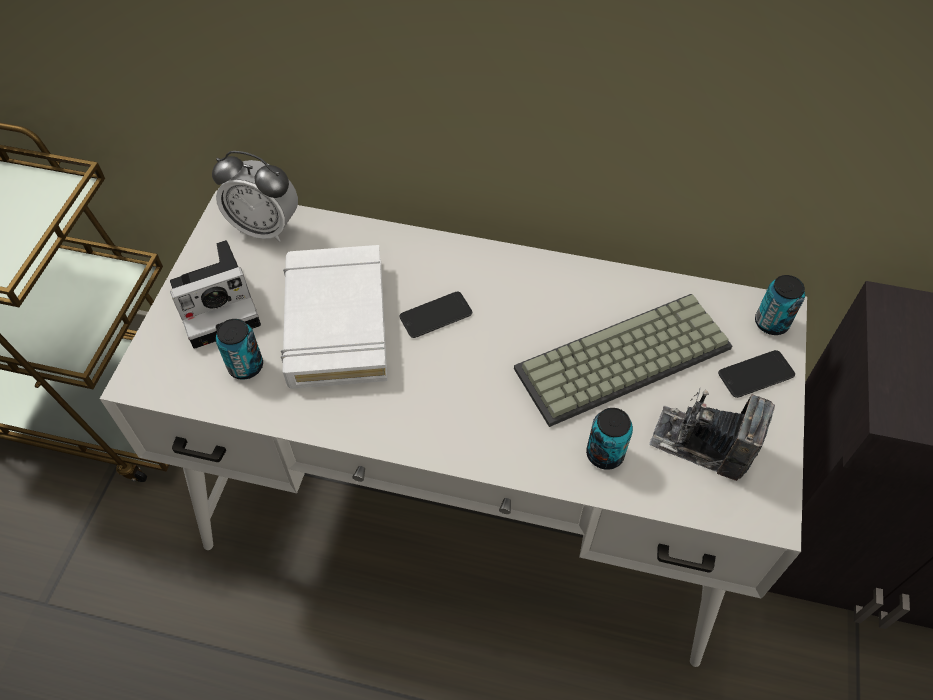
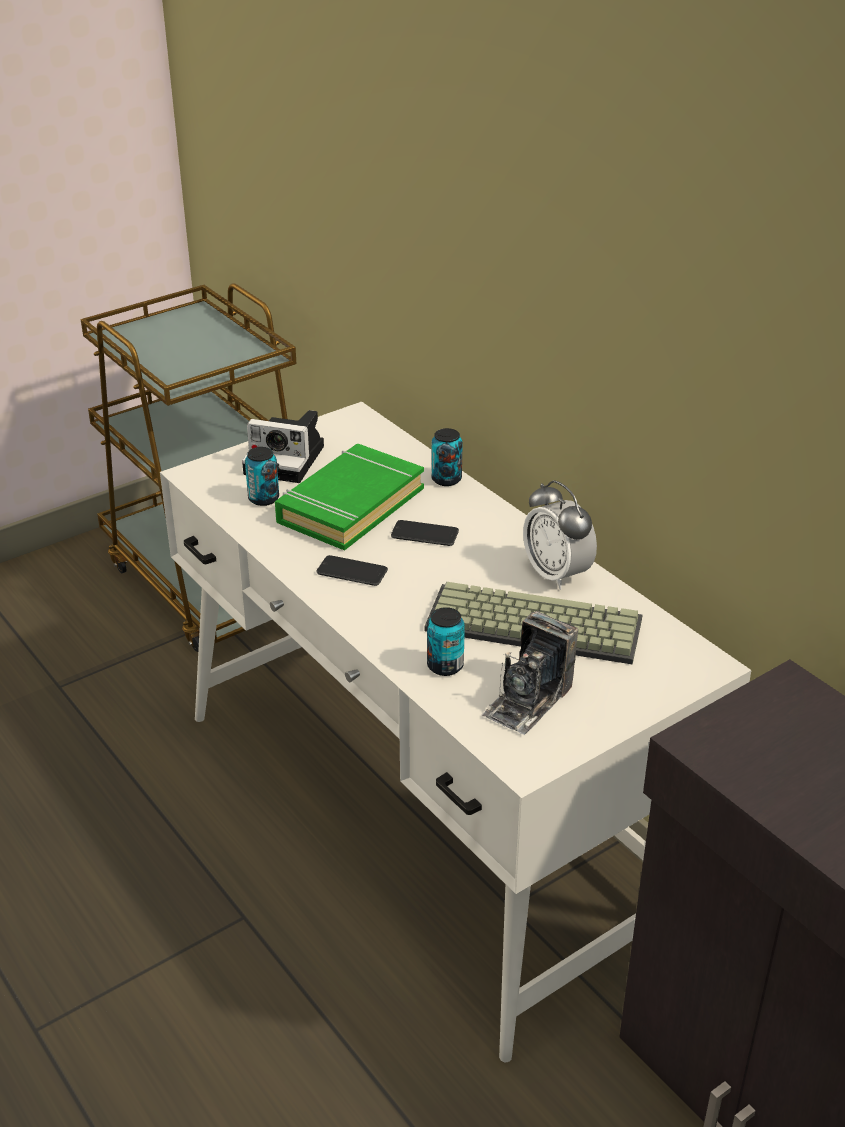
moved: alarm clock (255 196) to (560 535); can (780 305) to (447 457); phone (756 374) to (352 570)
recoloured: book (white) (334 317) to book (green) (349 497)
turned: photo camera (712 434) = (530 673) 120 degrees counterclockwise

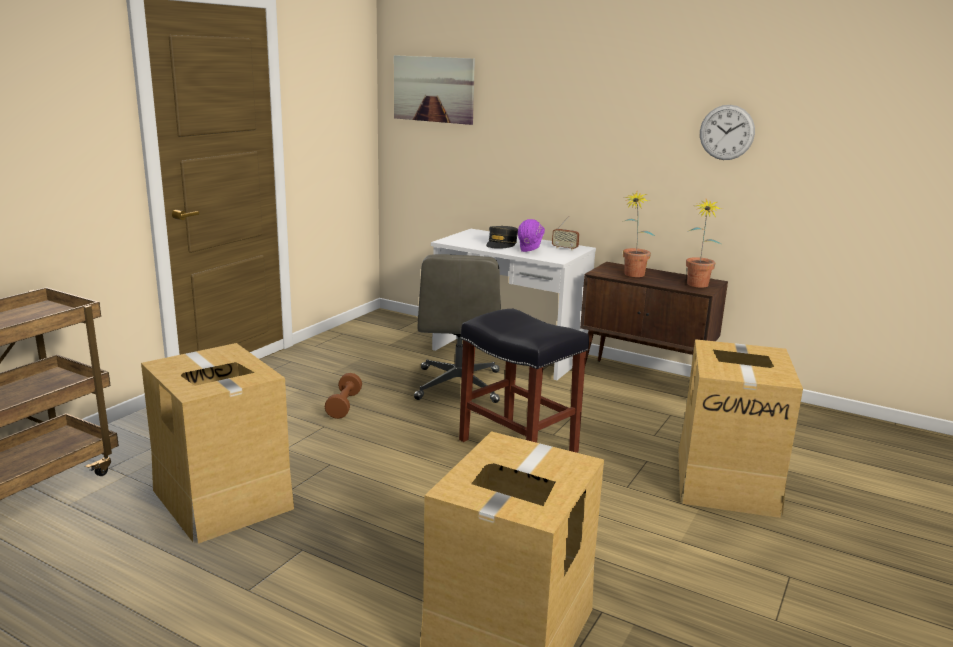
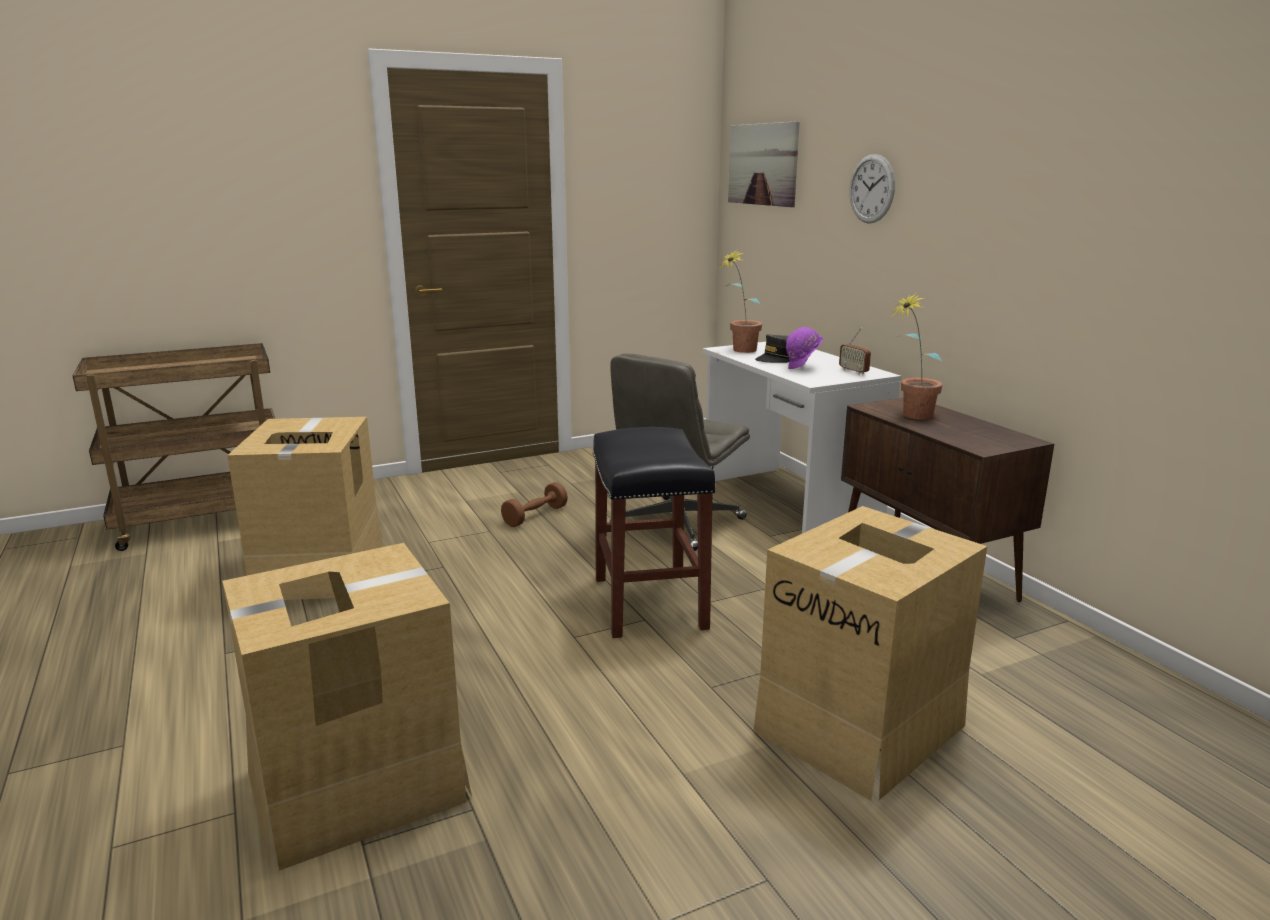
moved: wall clock (727 132) to (872 188); potted plant (704 243) to (741 301)

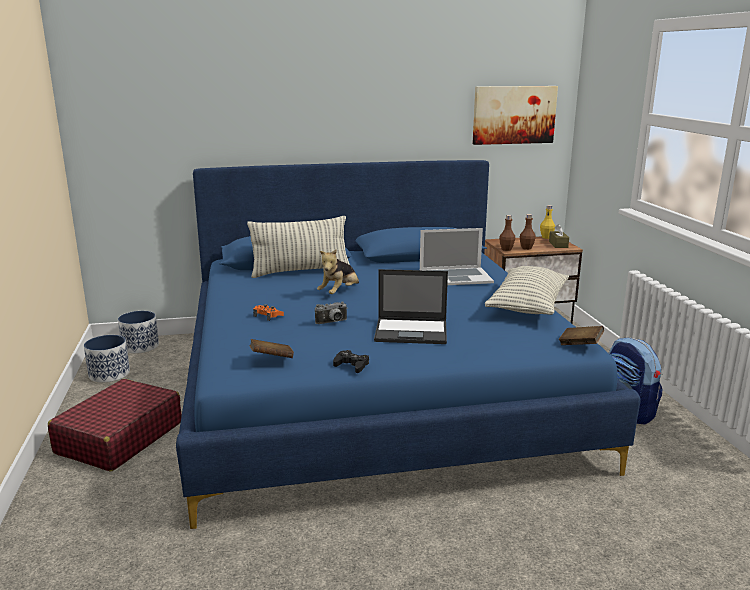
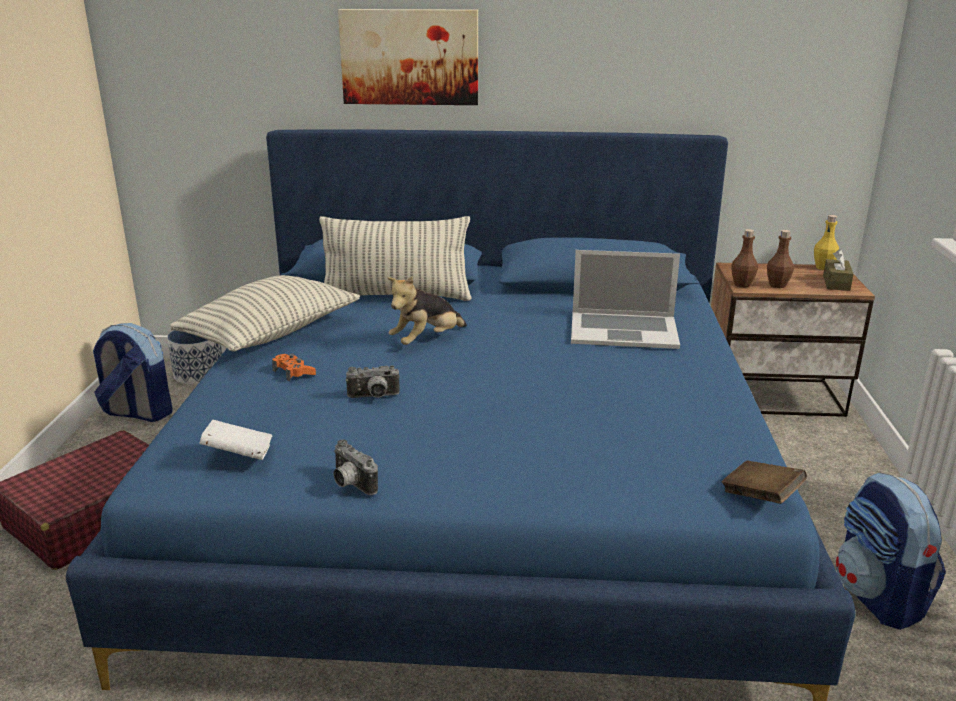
removed: laptop (411 306)
moved: picture (515 115) to (408 57); pillow (527 290) to (265 313)
replaced: planter (107 359) to backpack (133 372); game controller (black) (351 361) to photo camera (355 467)
recoloured: book (brown) (271 348) to book (white) (236 440)

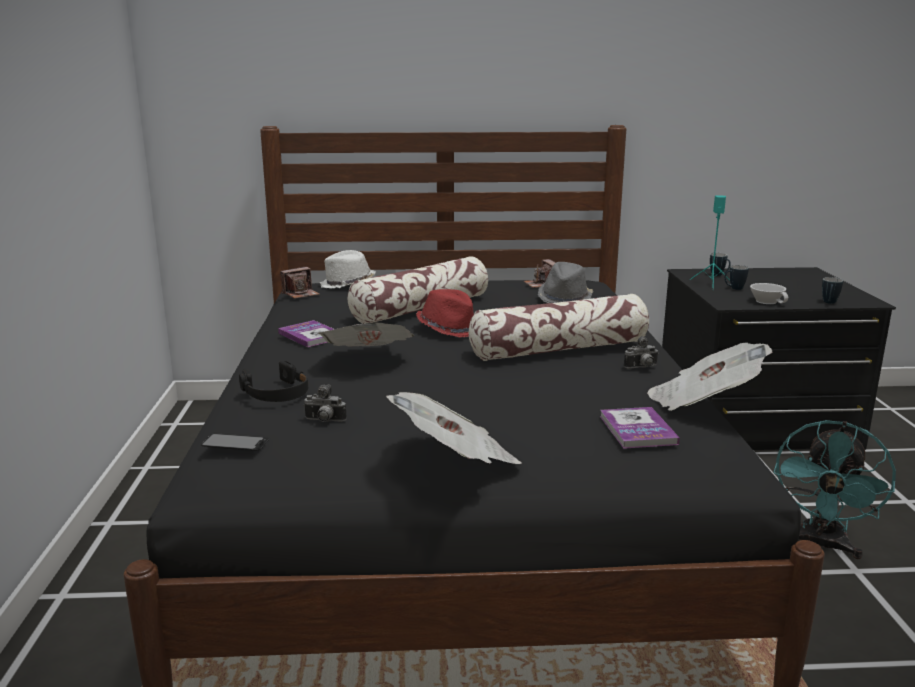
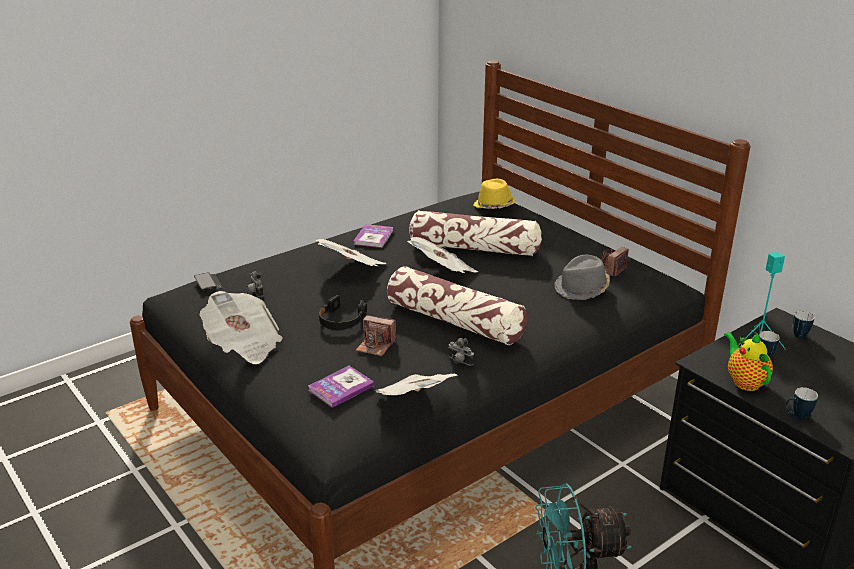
moved: photo camera (300 283) to (376 335); headphones (black) (273 381) to (343 312)
replaced: cup (white) (769 293) to teapot (748 361); hat (red) (445 313) to newspaper (442 255)
recoloured: hat (white) (348 269) to hat (yellow) (494 194)

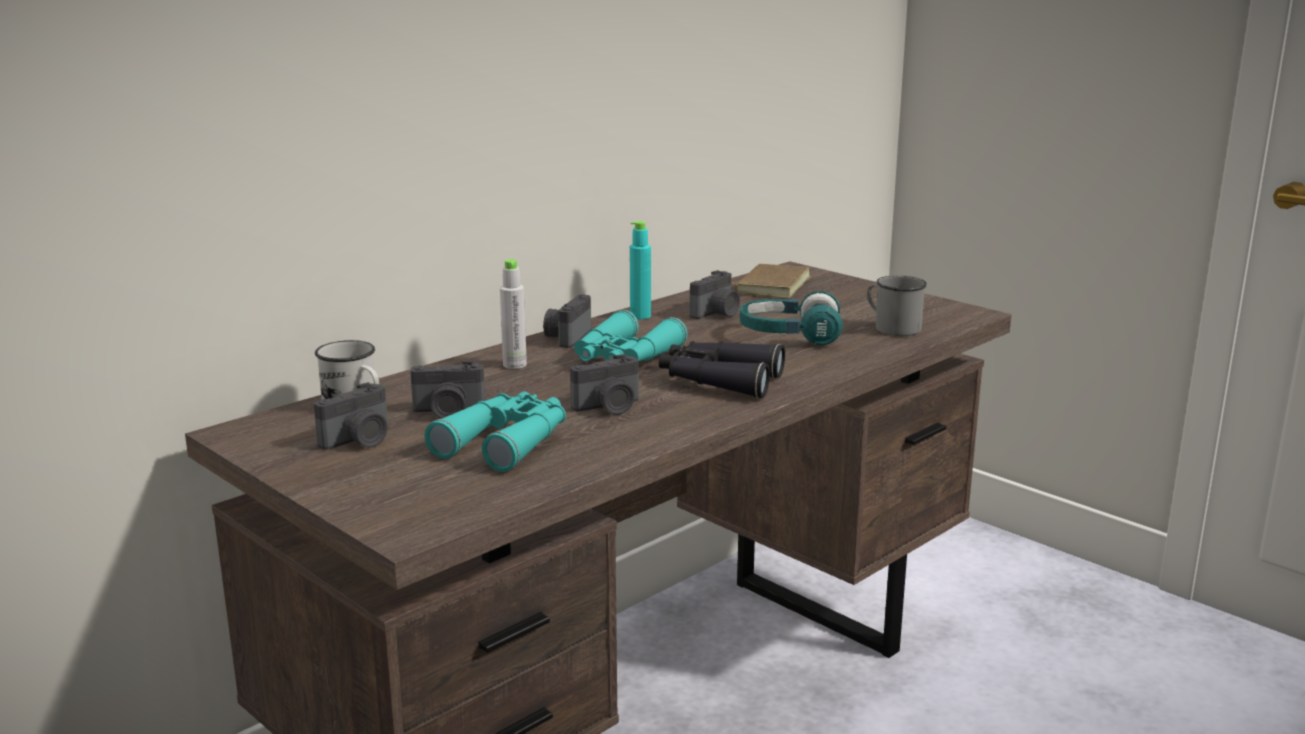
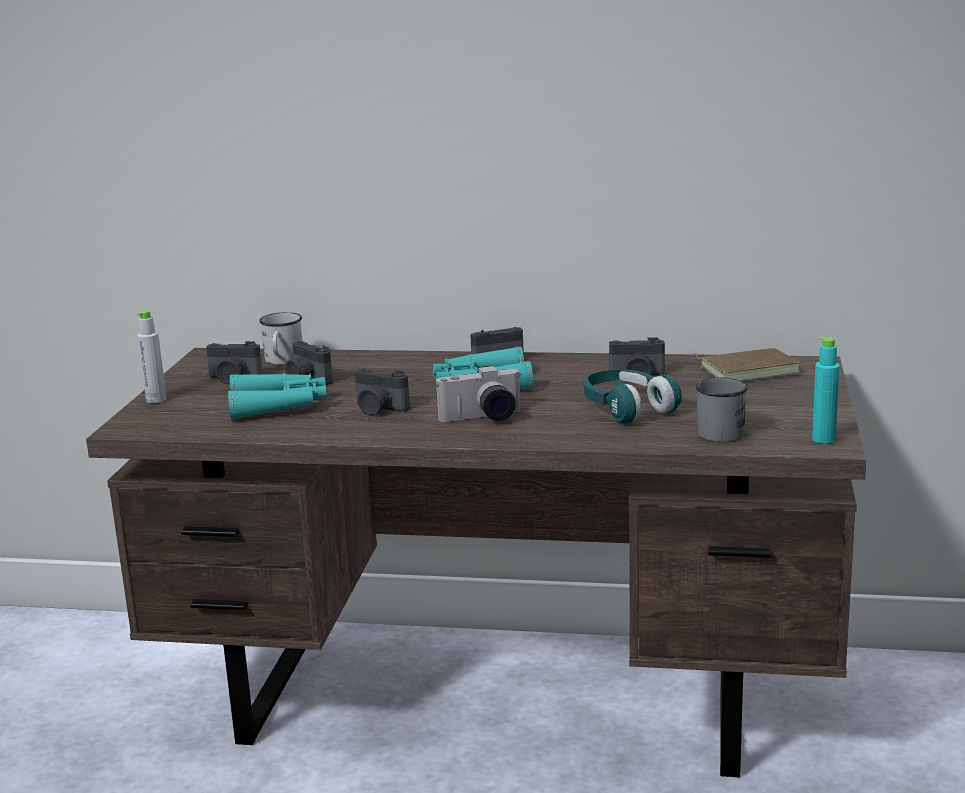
moved: bottle (turquoise) (640 270) to (826 390); bottle (grey) (513 314) to (152 356)
replaced: binoculars (black) (722 369) to photo camera (479 393)

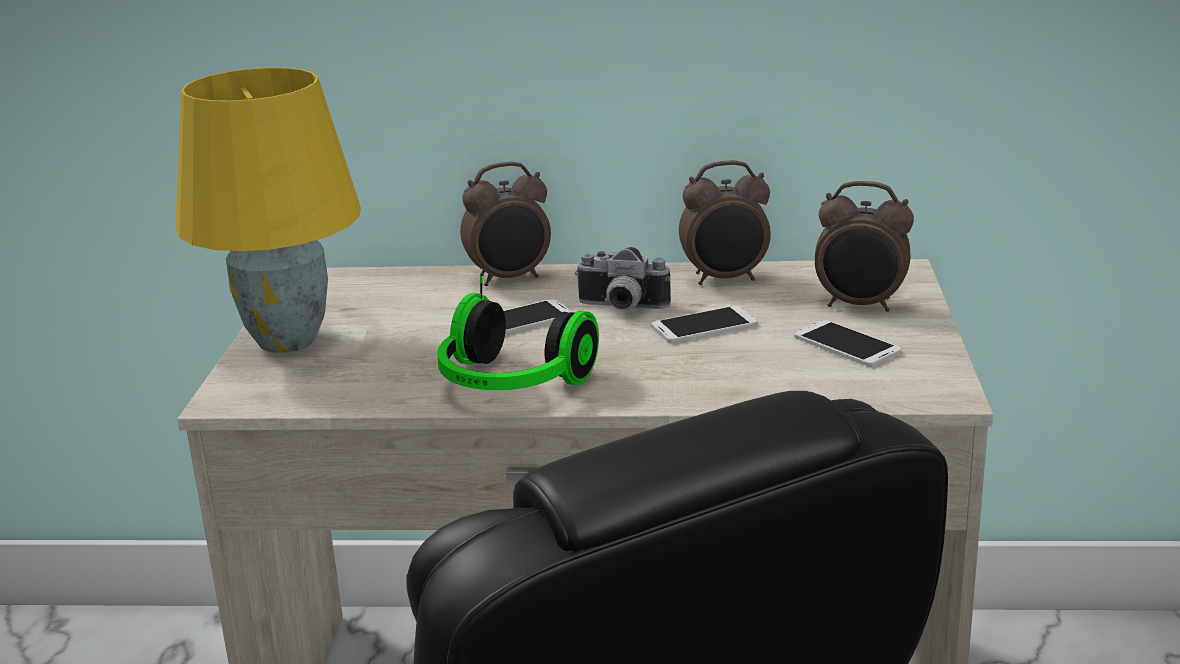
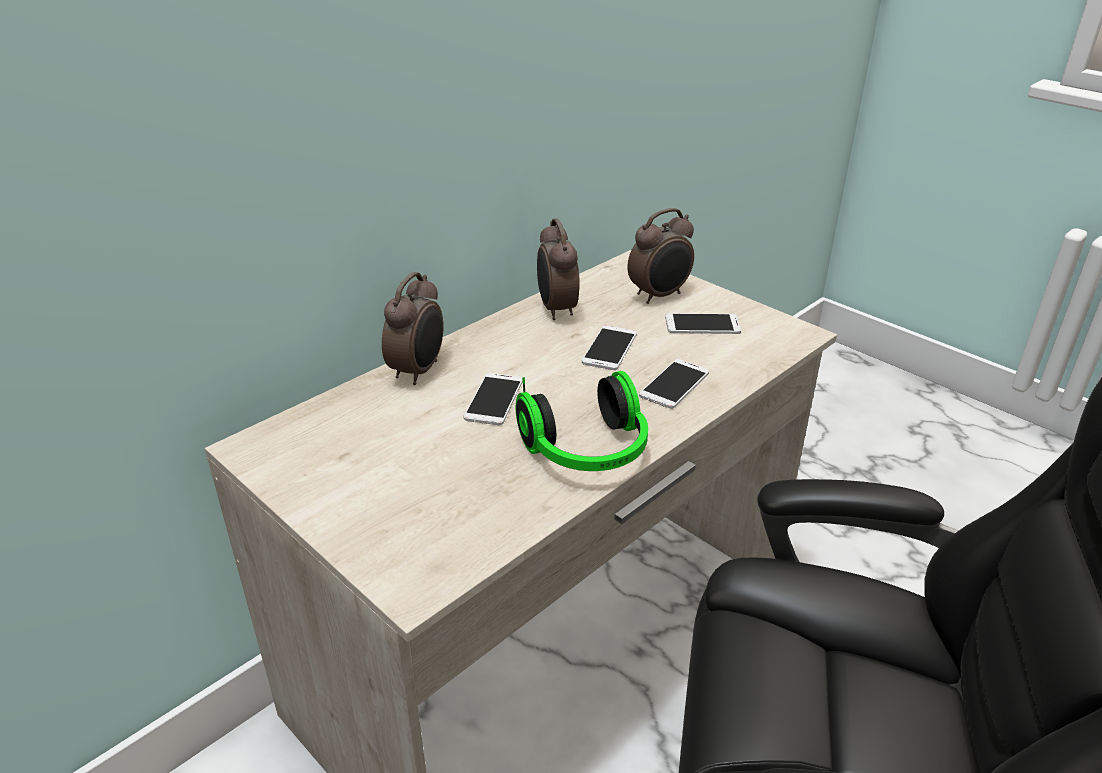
removed: table lamp (yellow) (268 210); photo camera (623 279)
added: phone (674 384)
turned: alarm clock (725 222) = (558 269) 135 degrees clockwise

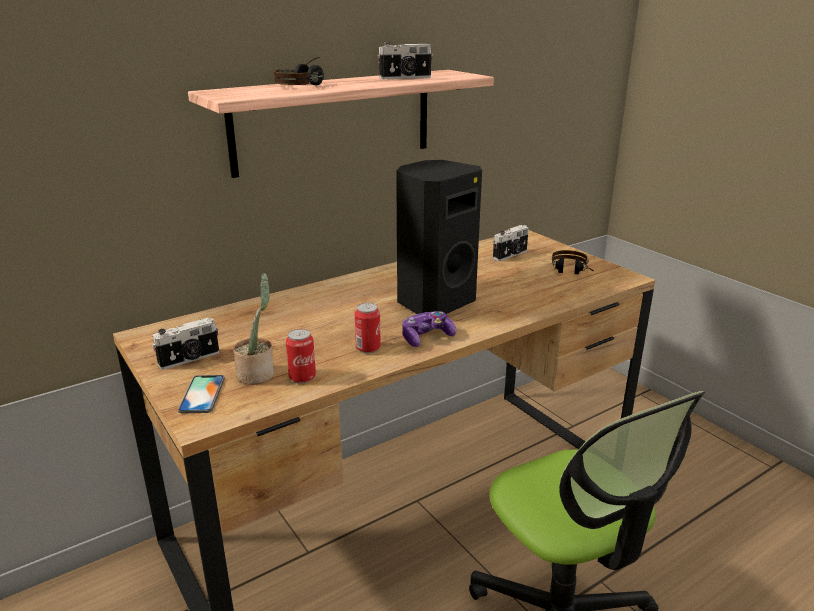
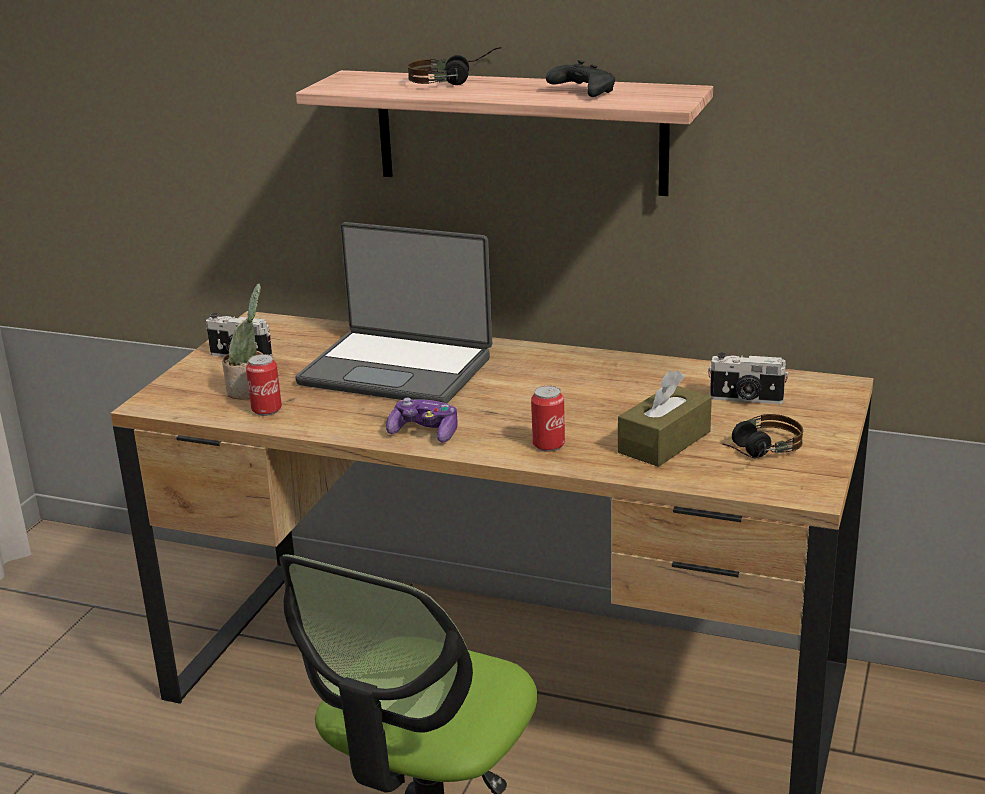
removed: speaker (black) (439 237); phone (201 394)
added: laptop (393 313); tissue box (brown) (665 418)
moved: can (368 328) to (548 418)
replaced: photo camera (405 60) to game controller (black) (580 78)

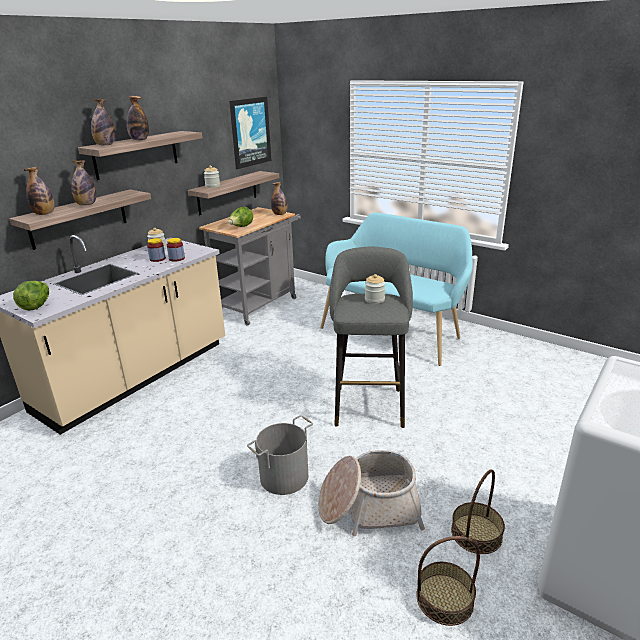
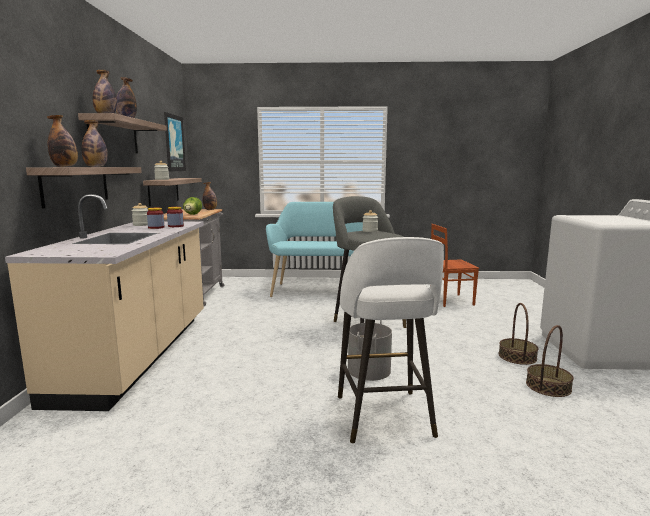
removed: lettuce (31 296); basket (371 493)
added: chair (brown) (454 265); stool (white) (391 340)

